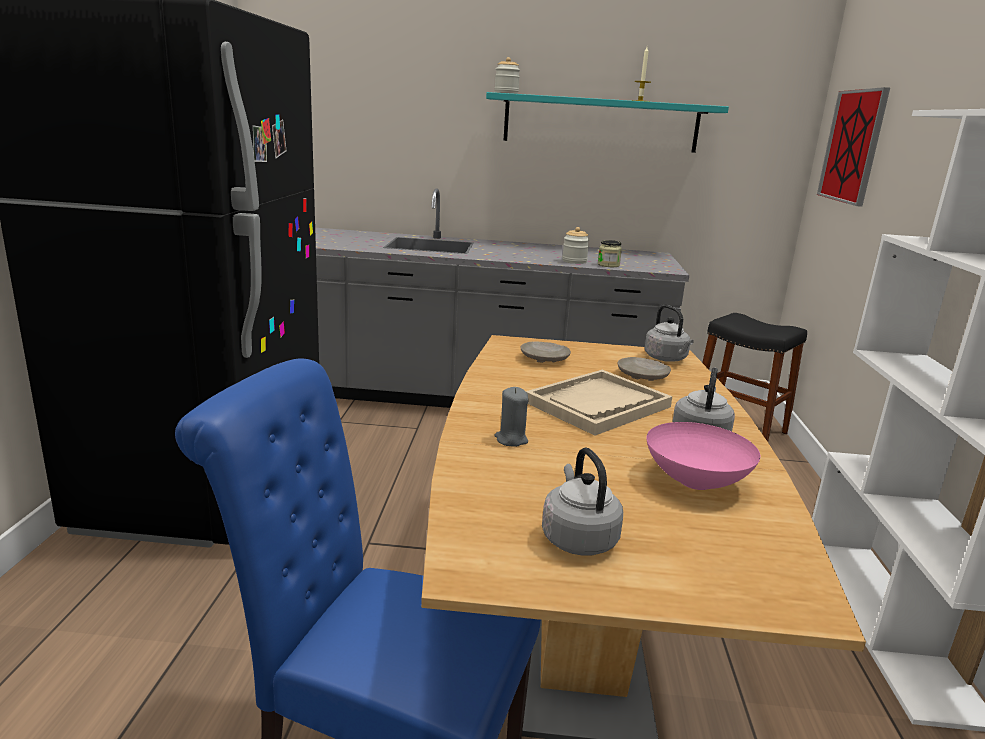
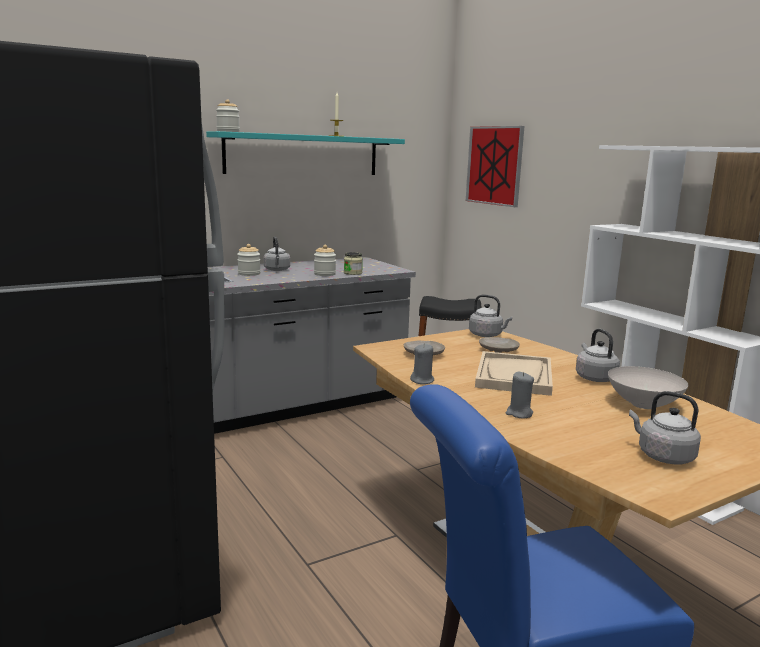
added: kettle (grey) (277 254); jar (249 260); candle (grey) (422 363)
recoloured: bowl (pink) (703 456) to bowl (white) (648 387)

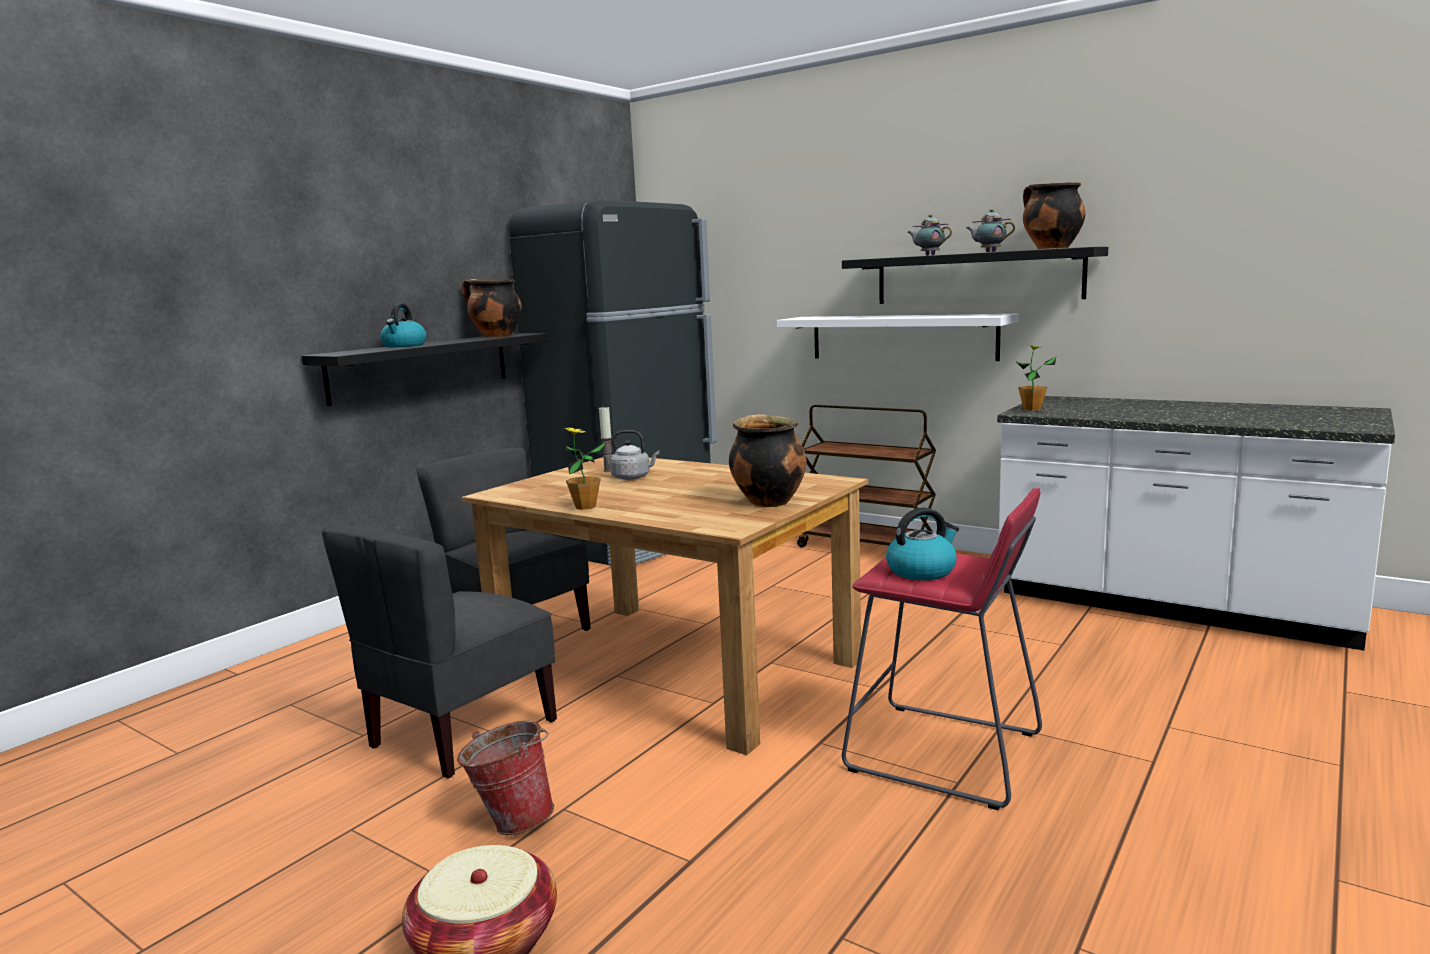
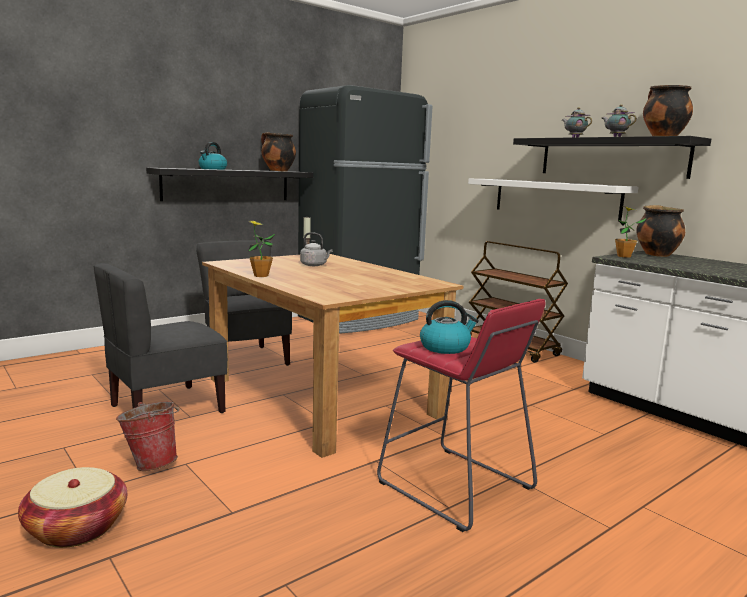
moved: cooking pot (767 460) to (660 231)

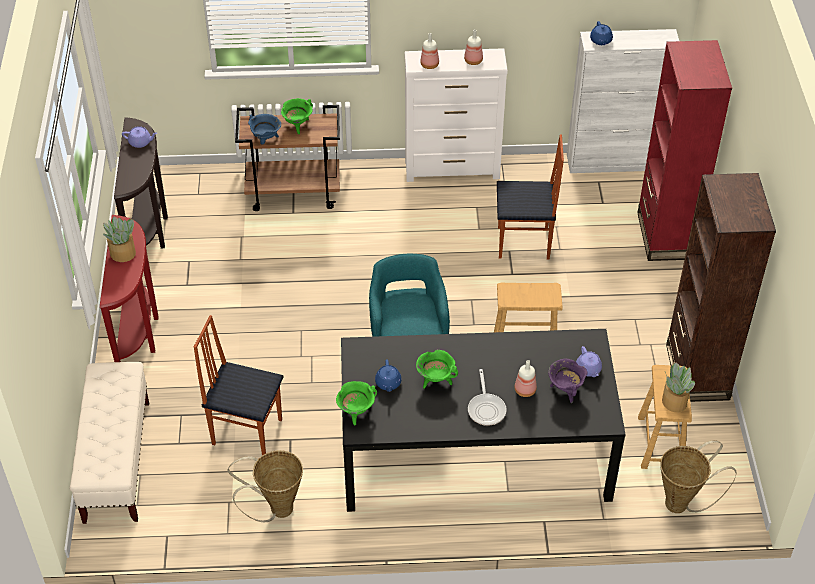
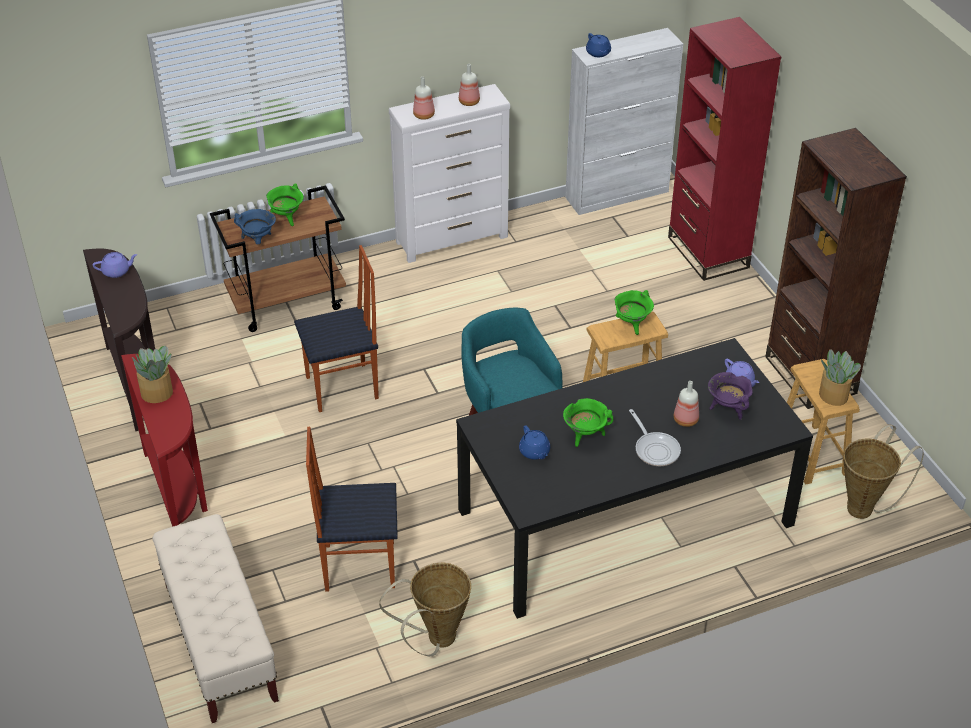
moved: chair (530 197) to (336 328); cooking pot (green) (356 403) to (634 312)

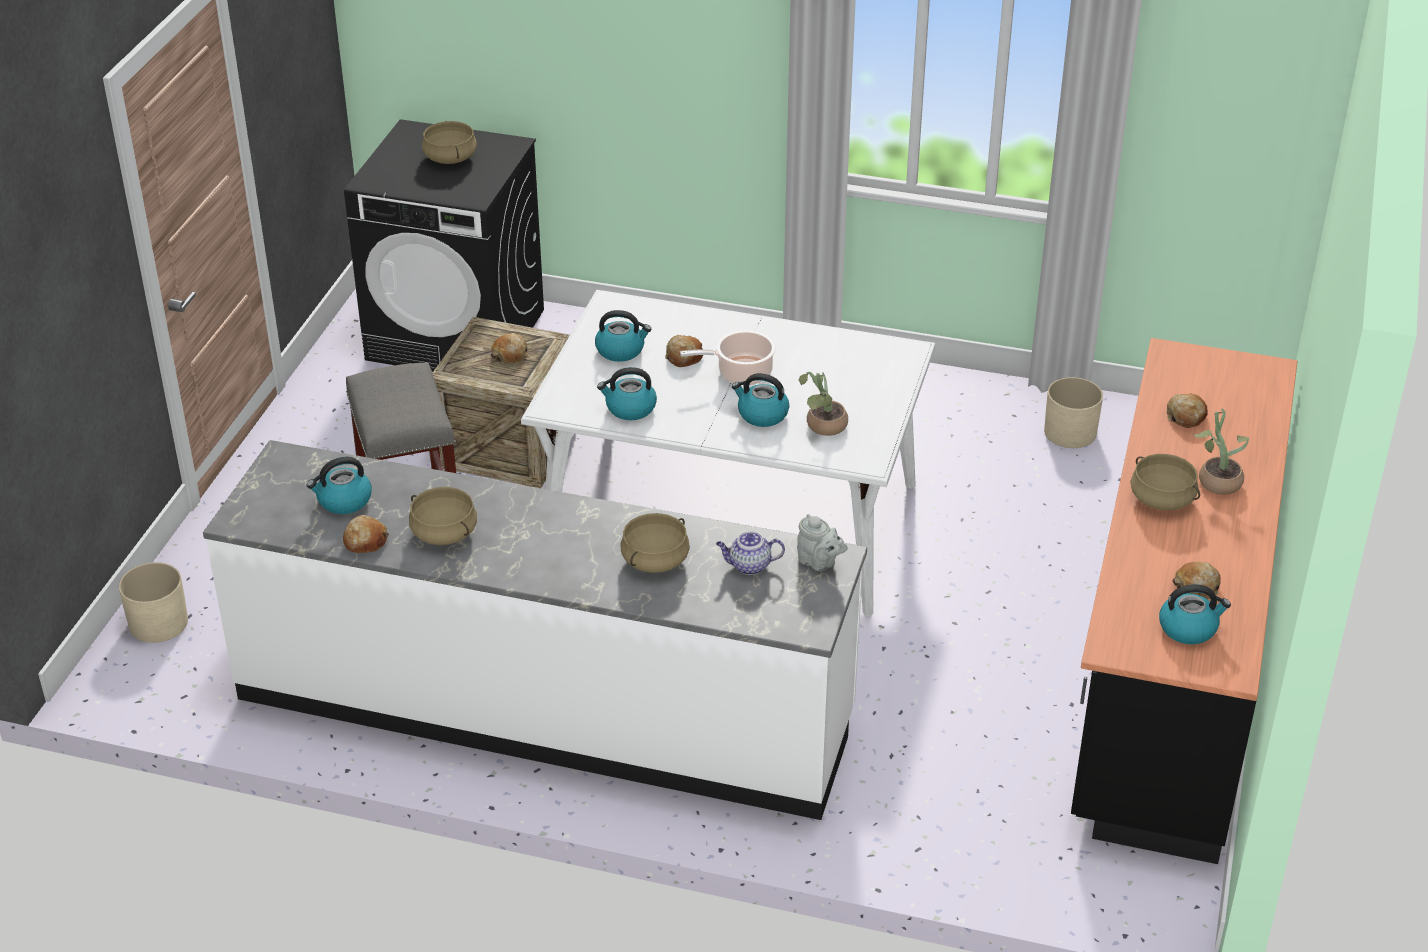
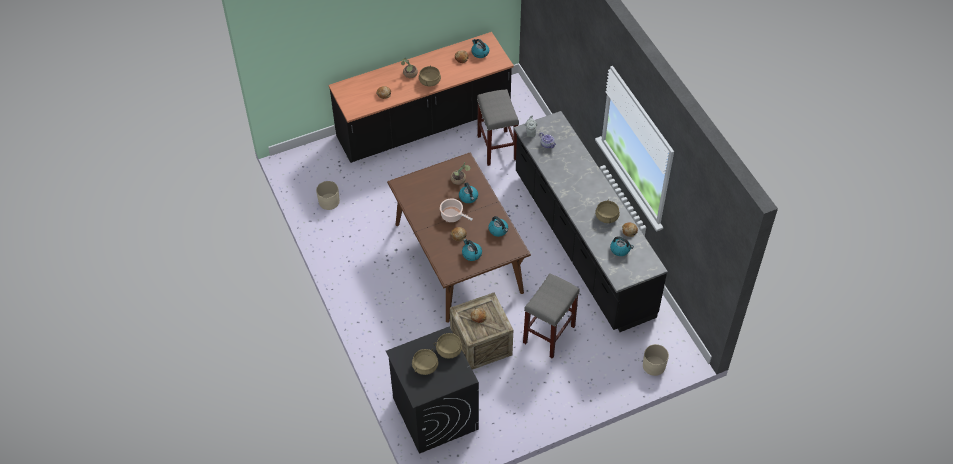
added: stool (grey) (498 127)
moved: cooking pot (beige) (655 543) to (449 346)
recoloured: dining table (white) (728 453) to dining table (brown) (459 237); counter (white) (535 630) to counter (black) (591 221)

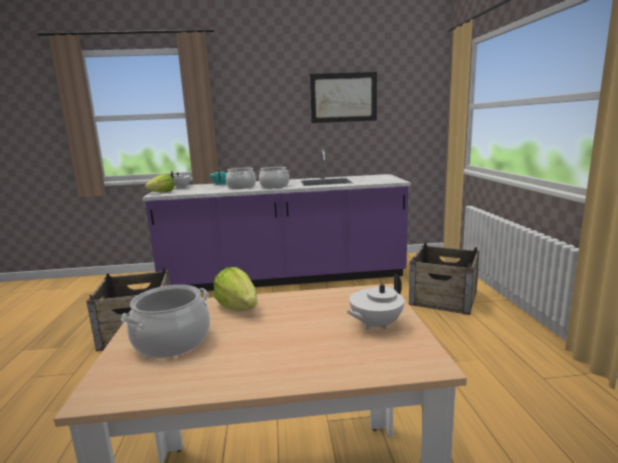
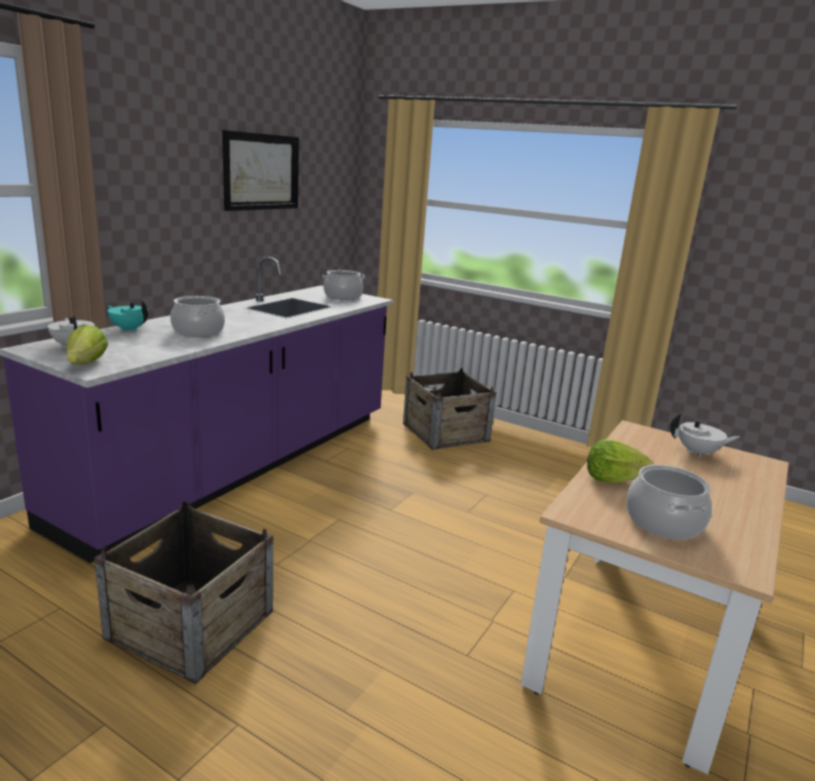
moved: cooking pot (274 177) to (343 285)
turned: teapot (white) (375 301) = (705 435) 75 degrees counterclockwise

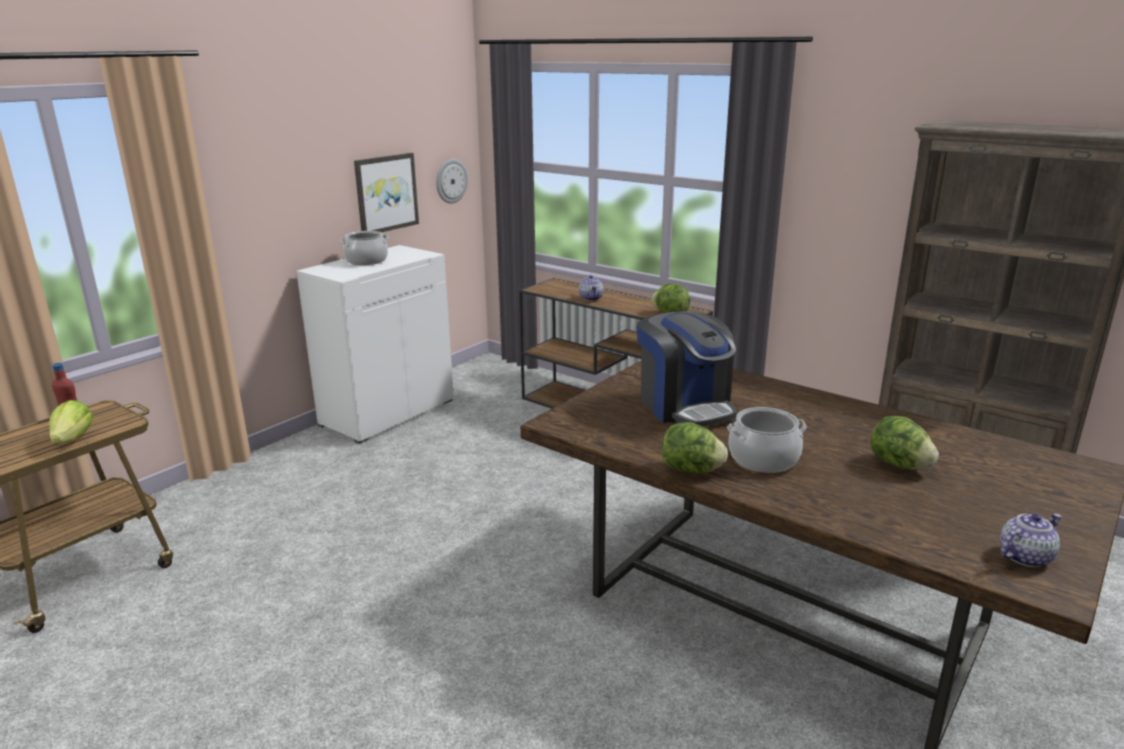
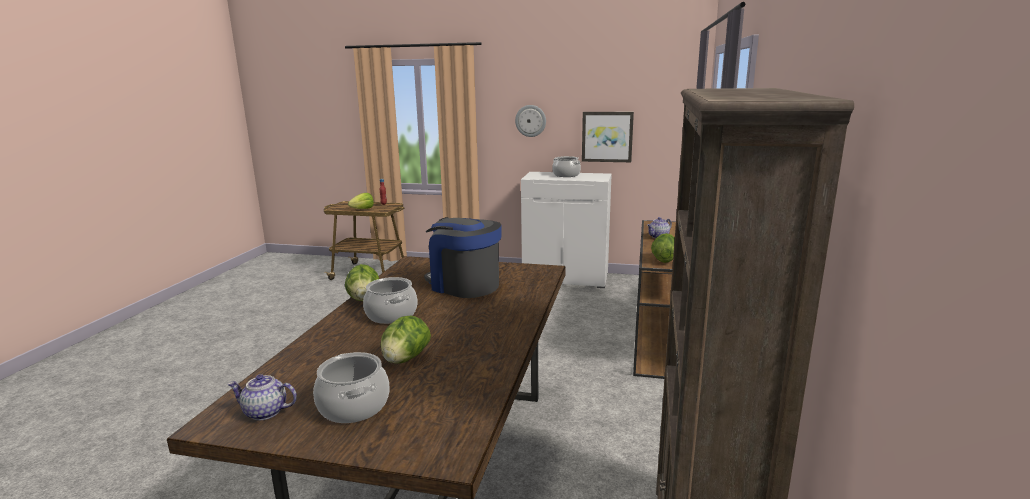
added: cooking pot (351 387)
moved: wall clock (452 181) to (530 121)
turned: coffee machine (687 368) = (463 257) 90 degrees clockwise; teapot (1031 540) = (262 397) 150 degrees clockwise

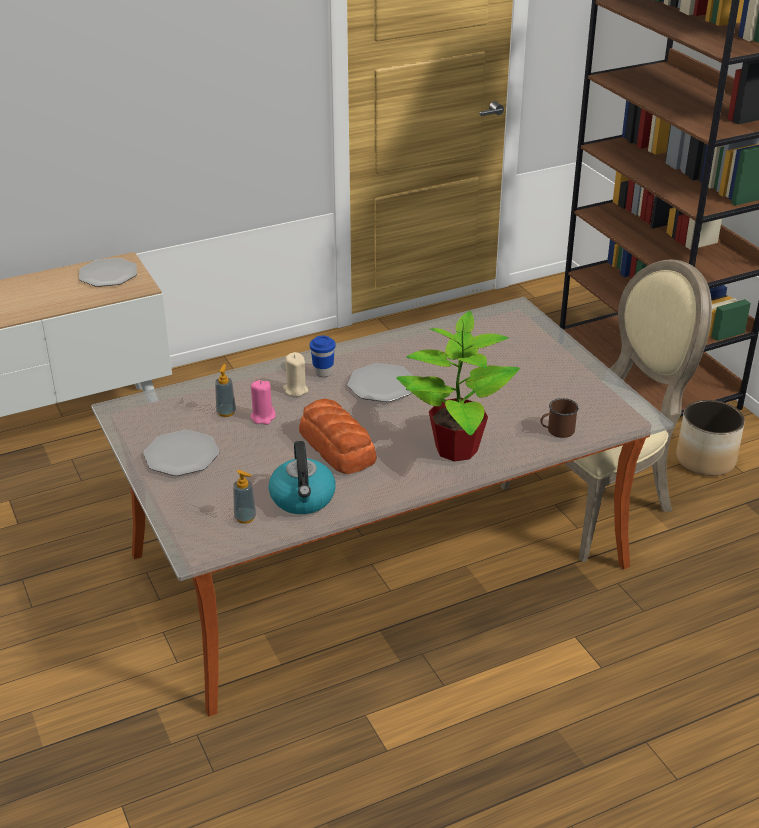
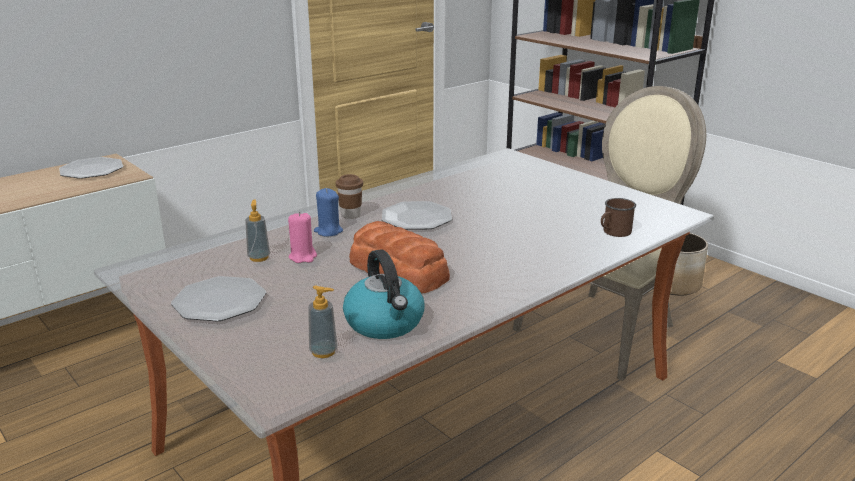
removed: potted plant (458 386)
recoloured: cup (blue) (322 356) to cup (brown) (349 196); candle (beige) (296 374) to candle (blue) (328 212)

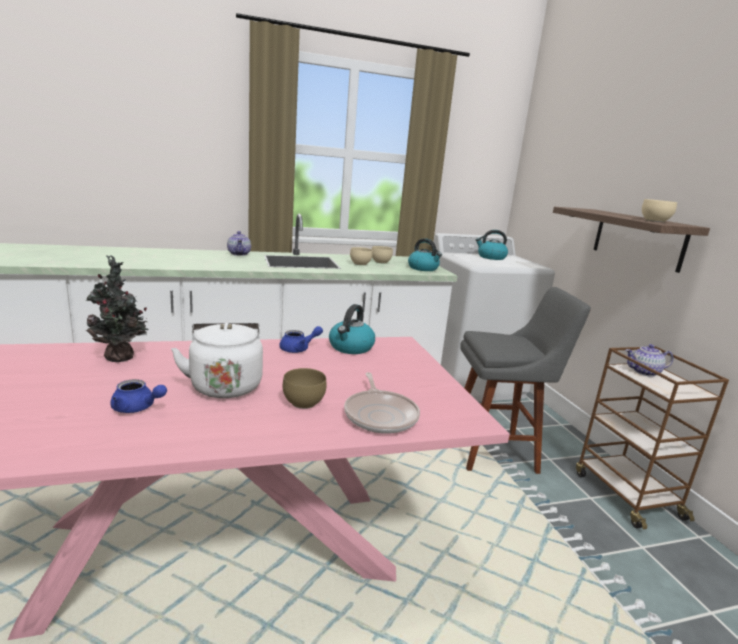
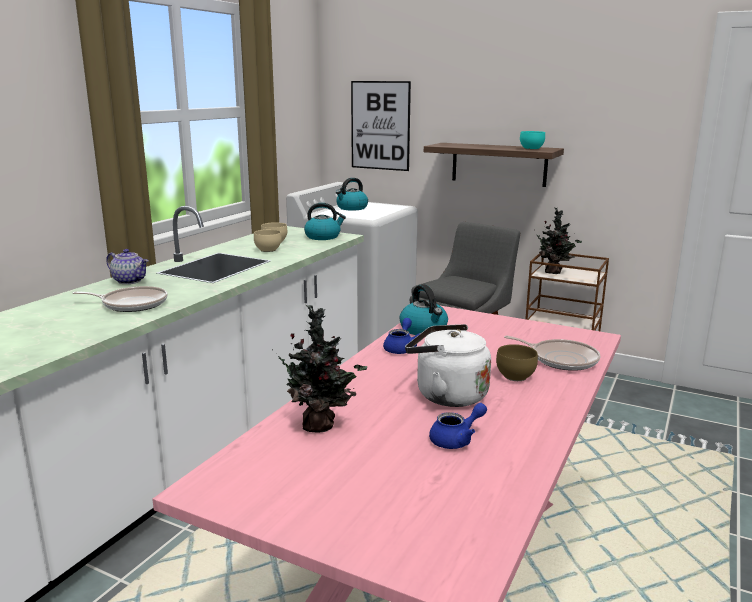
added: picture (381 126); frying pan (120 299)
replaced: teapot (649 360) to potted plant (559 241)
recoloured: bowl (beige) (659 210) to bowl (turquoise) (532 140)

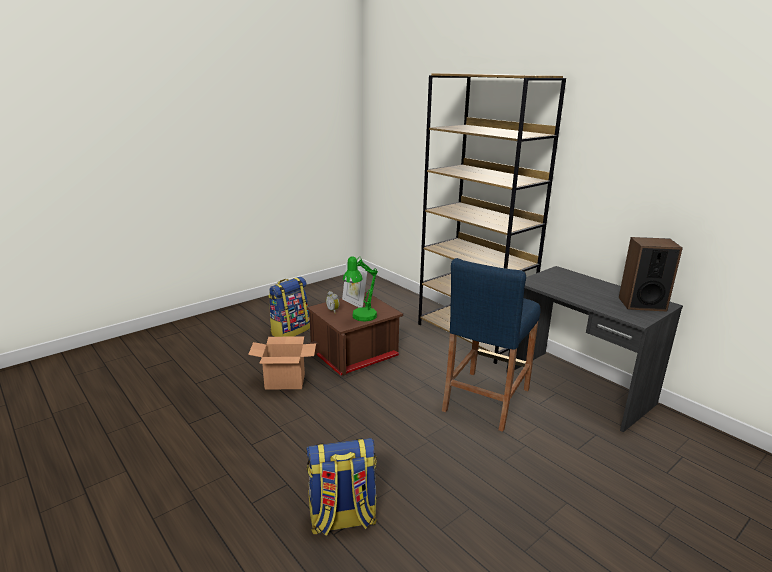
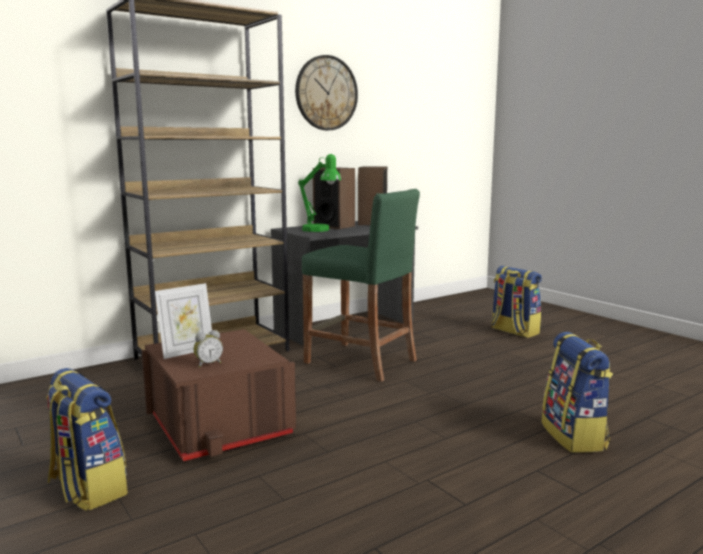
removed: cardboard box (282 363)
added: wall clock (326 92); speaker (334 198); backpack (516 302)
moved: table lamp (green) (360 289) to (320 193)
recoloured: stool (blue) (491 345) to stool (green) (361 285)

